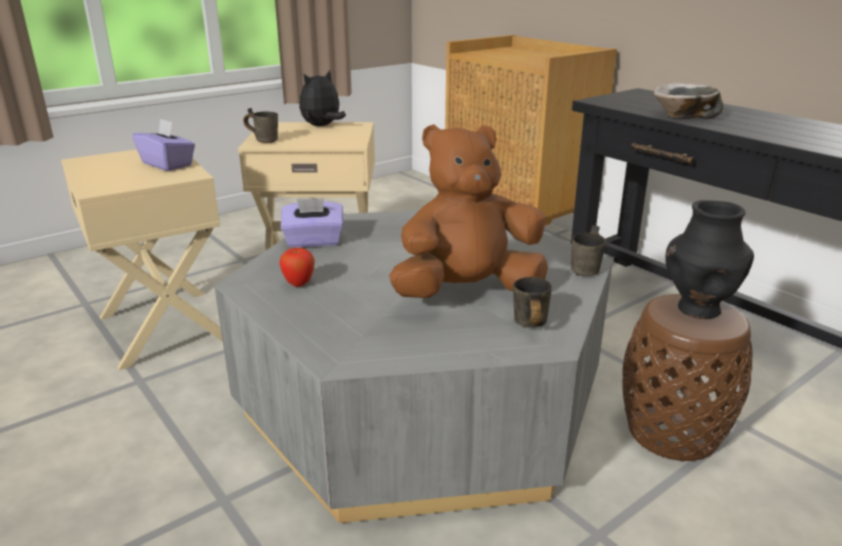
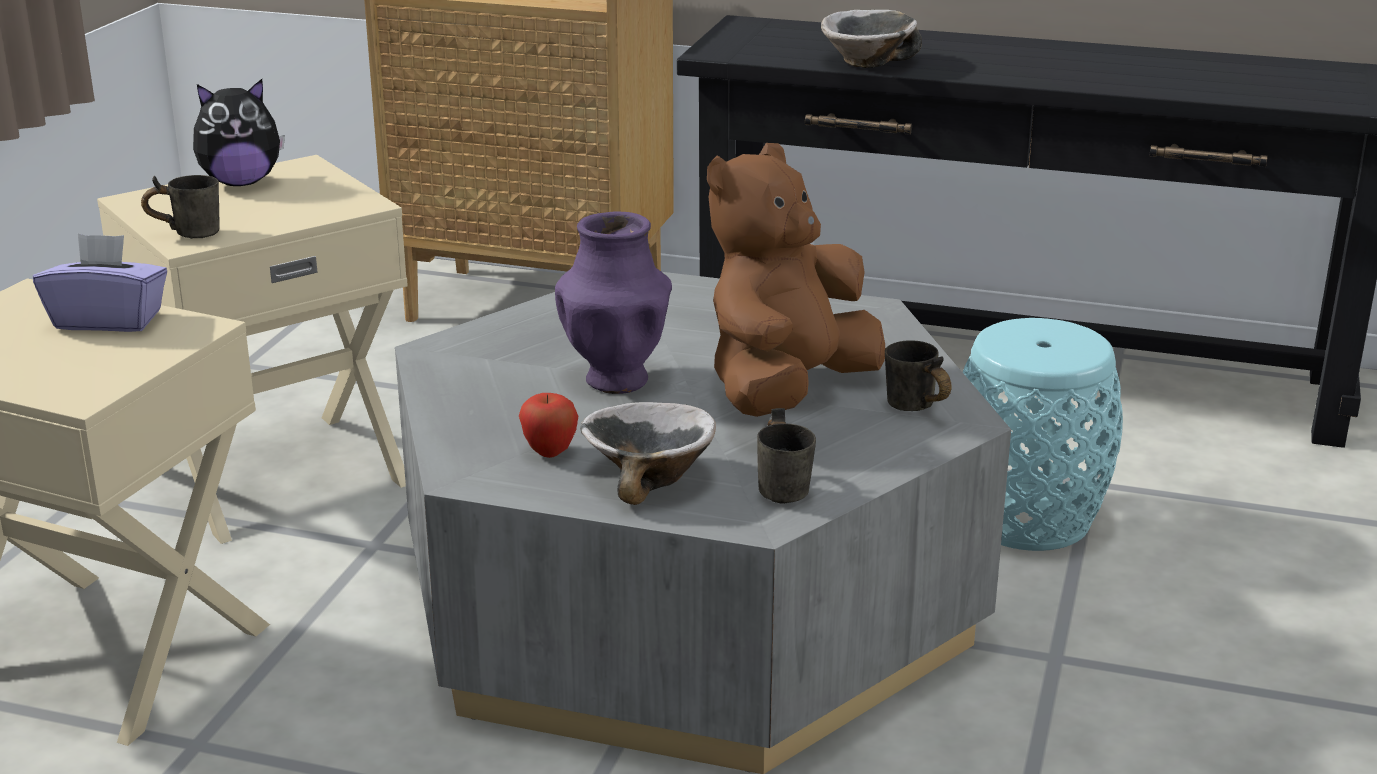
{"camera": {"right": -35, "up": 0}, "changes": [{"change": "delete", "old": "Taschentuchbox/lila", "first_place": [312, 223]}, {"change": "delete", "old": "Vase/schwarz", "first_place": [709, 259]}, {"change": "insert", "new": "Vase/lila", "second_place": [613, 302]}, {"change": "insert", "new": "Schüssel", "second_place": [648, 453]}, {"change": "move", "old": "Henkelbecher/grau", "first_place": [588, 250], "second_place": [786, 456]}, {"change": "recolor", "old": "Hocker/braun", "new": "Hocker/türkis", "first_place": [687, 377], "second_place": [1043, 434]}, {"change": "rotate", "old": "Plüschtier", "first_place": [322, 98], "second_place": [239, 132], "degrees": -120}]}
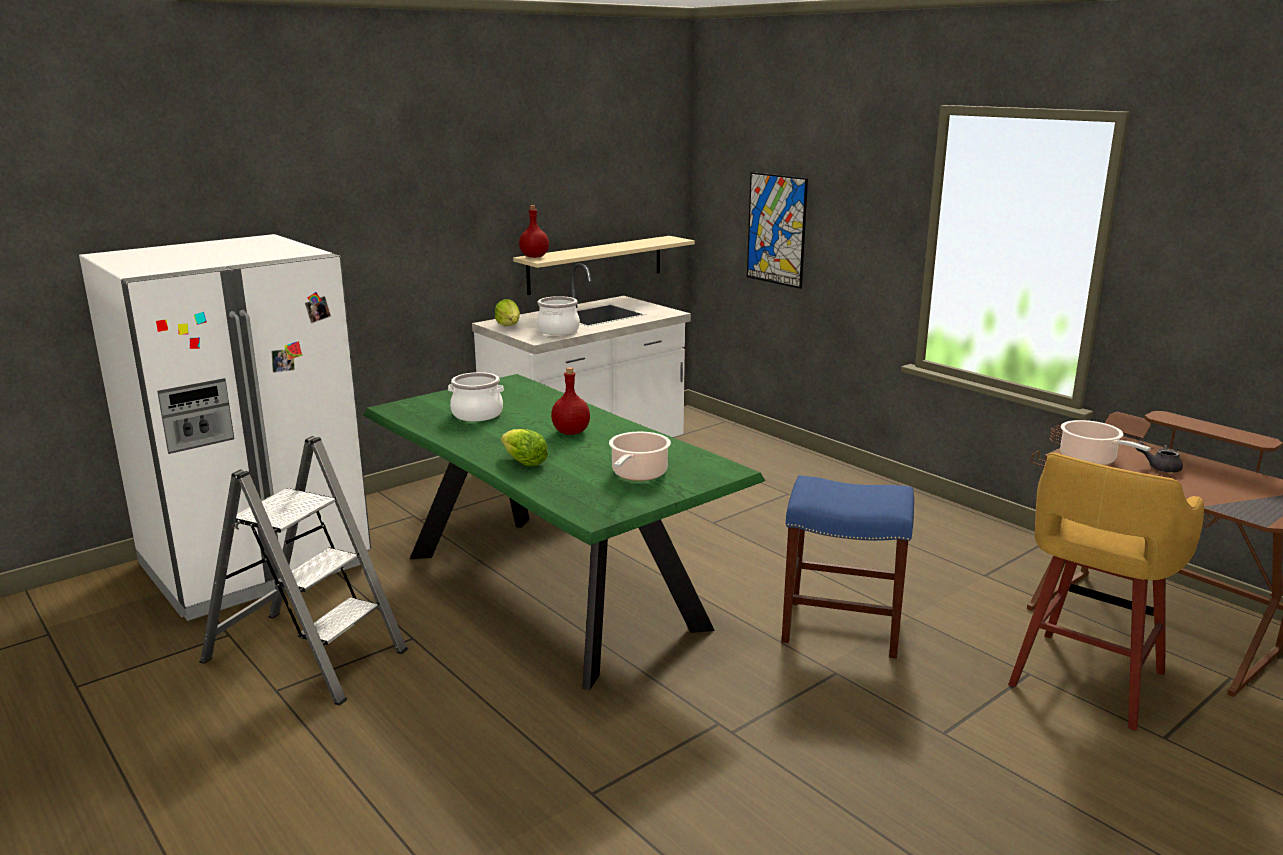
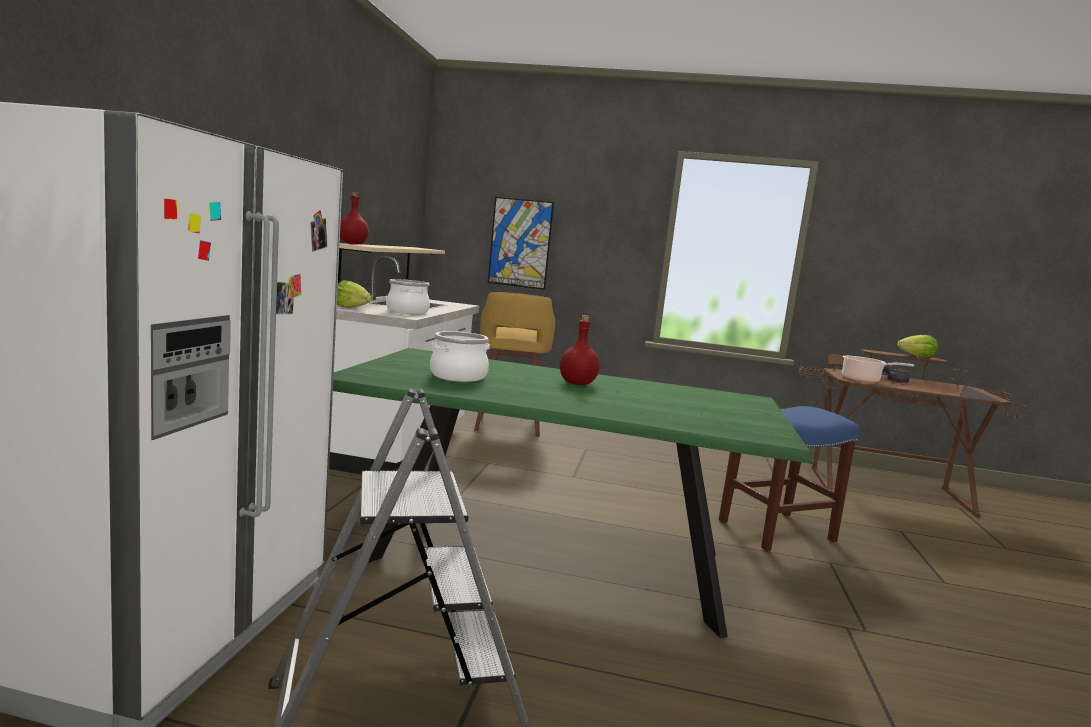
{"camera": {"right": -40, "up": -10}, "changes": [{"change": "delete", "old": "Kochtopf", "first_place": [640, 456]}, {"change": "move", "old": "Salatkopf", "first_place": [524, 448], "second_place": [917, 346]}, {"change": "move", "old": "Hocker/gelb", "first_place": [1106, 592], "second_place": [514, 364]}]}
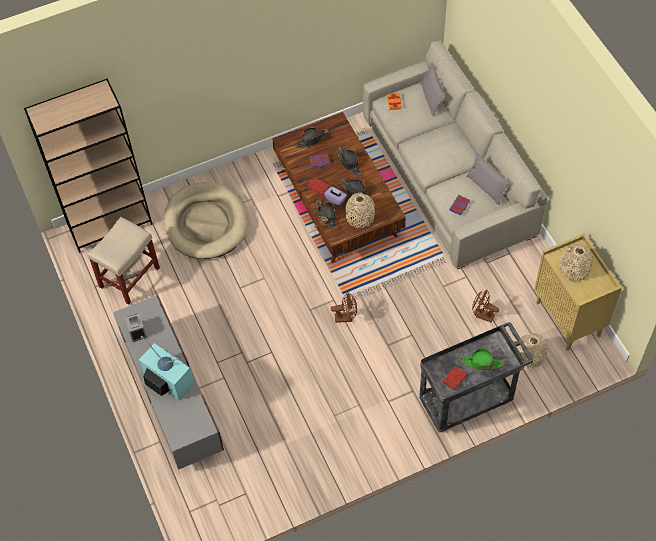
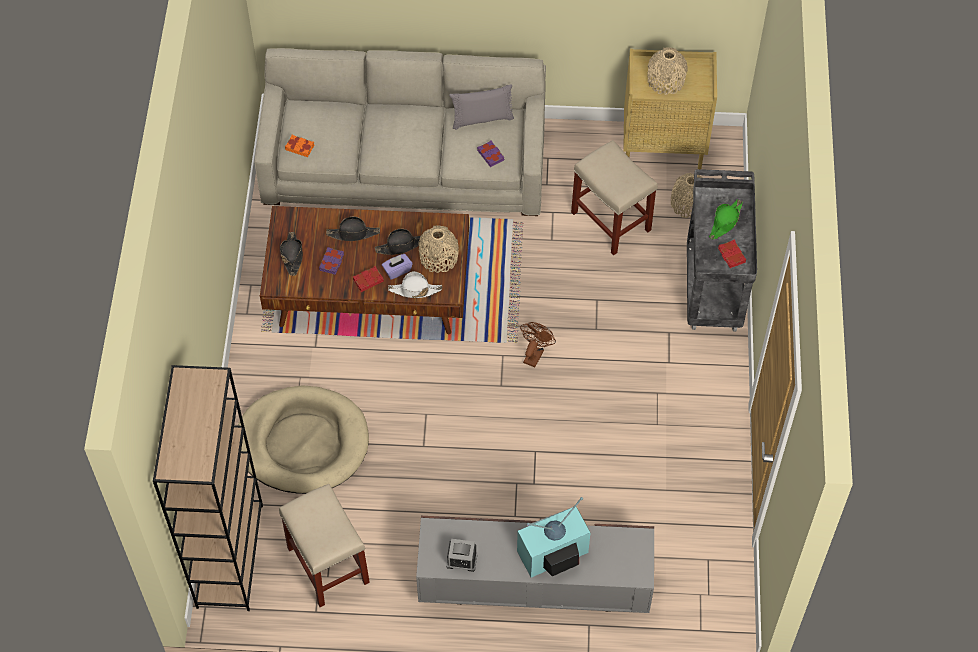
{"camera": {"right": -65, "up": 0}, "changes": [{"change": "delete", "old": "Kissen/grau", "first_place": [432, 90]}, {"change": "replace", "old": "Ventilator/braun", "new": "Hocker/beige", "first_place": [485, 306], "second_place": [614, 197]}, {"change": "recolor", "old": "Hut/schwarz", "new": "Hut/weiß", "first_place": [327, 214], "second_place": [415, 284]}]}
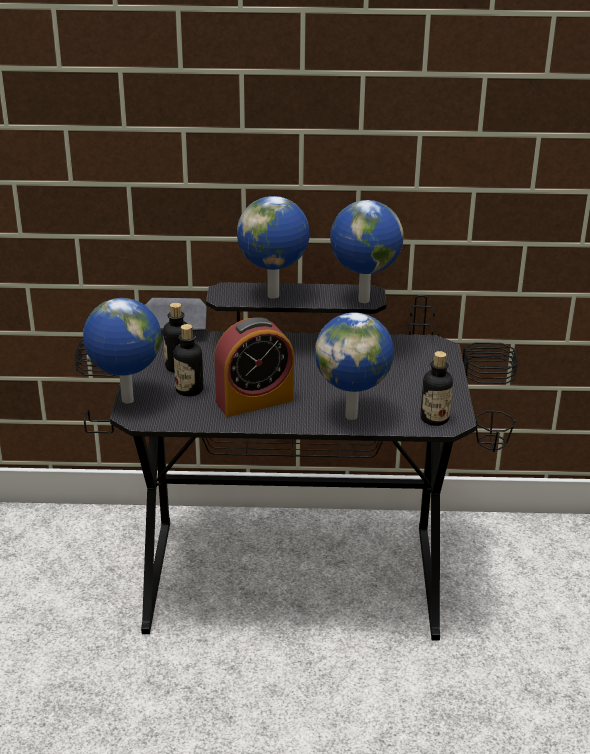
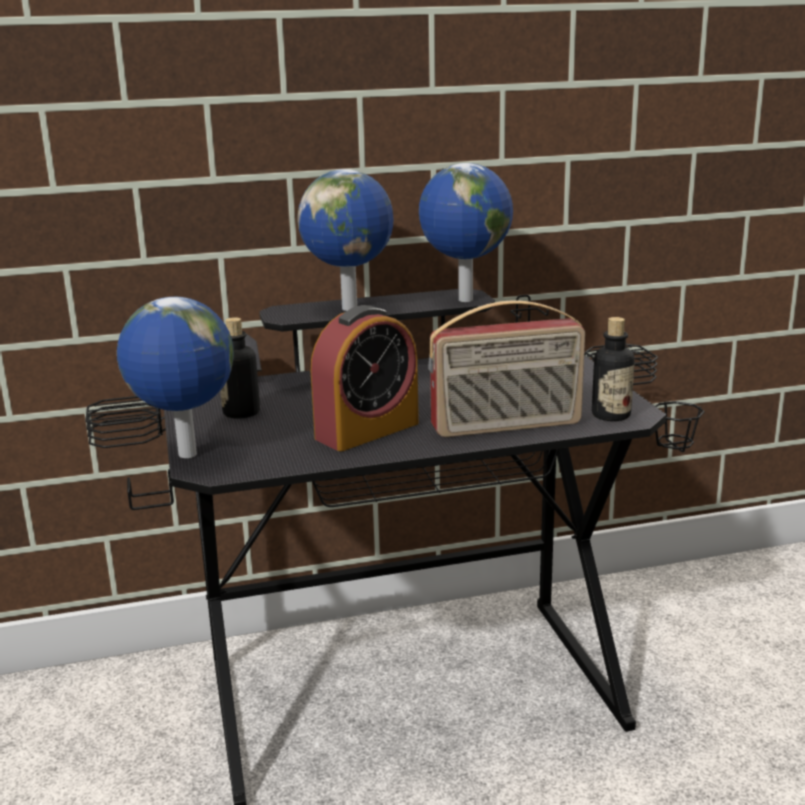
{"camera": {"right": -15, "up": -10}, "changes": [{"change": "delete", "old": "Flasche", "first_place": [188, 360]}, {"change": "replace", "old": "Globus", "new": "Radio", "first_place": [354, 366], "second_place": [506, 368]}]}
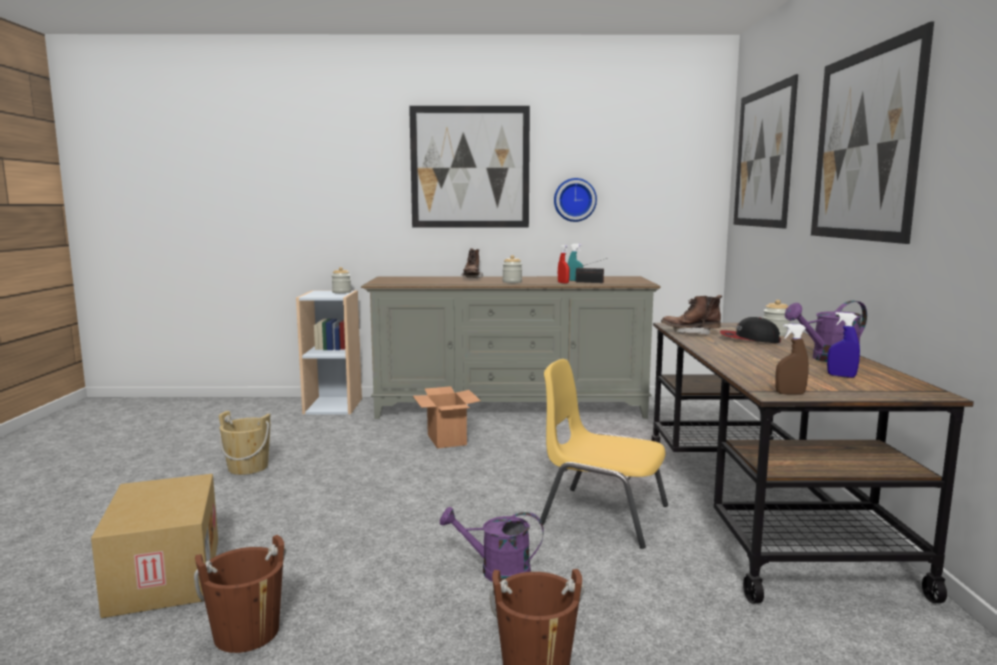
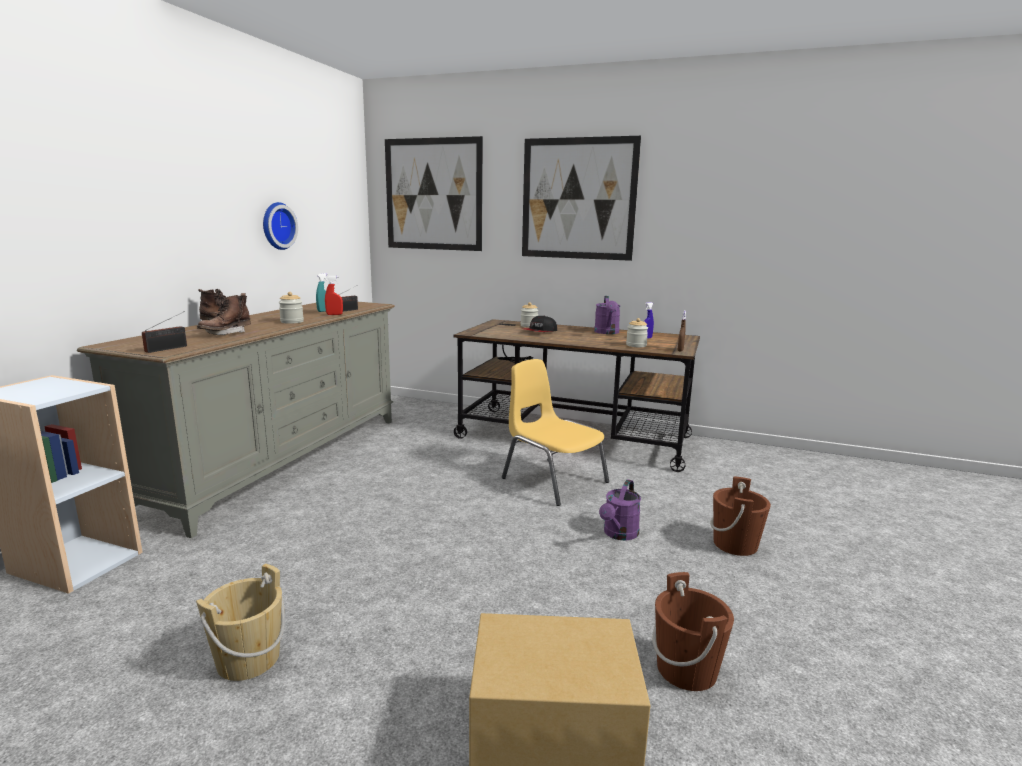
{"camera": {"right": -70, "up": 5}, "changes": [{"change": "delete", "old": "Bild", "first_place": [469, 167]}, {"change": "delete", "old": "Karton", "first_place": [447, 417]}, {"change": "insert", "new": "Radio", "second_place": [164, 332]}, {"change": "move", "old": "Vorratsglas", "first_place": [341, 280], "second_place": [637, 332]}, {"change": "move", "old": "Stiefel/braun", "first_place": [691, 315], "second_place": [224, 314]}, {"change": "rotate", "old": "Stuhl/gelb", "first_place": [603, 454], "second_place": [555, 432], "degrees": 90}]}
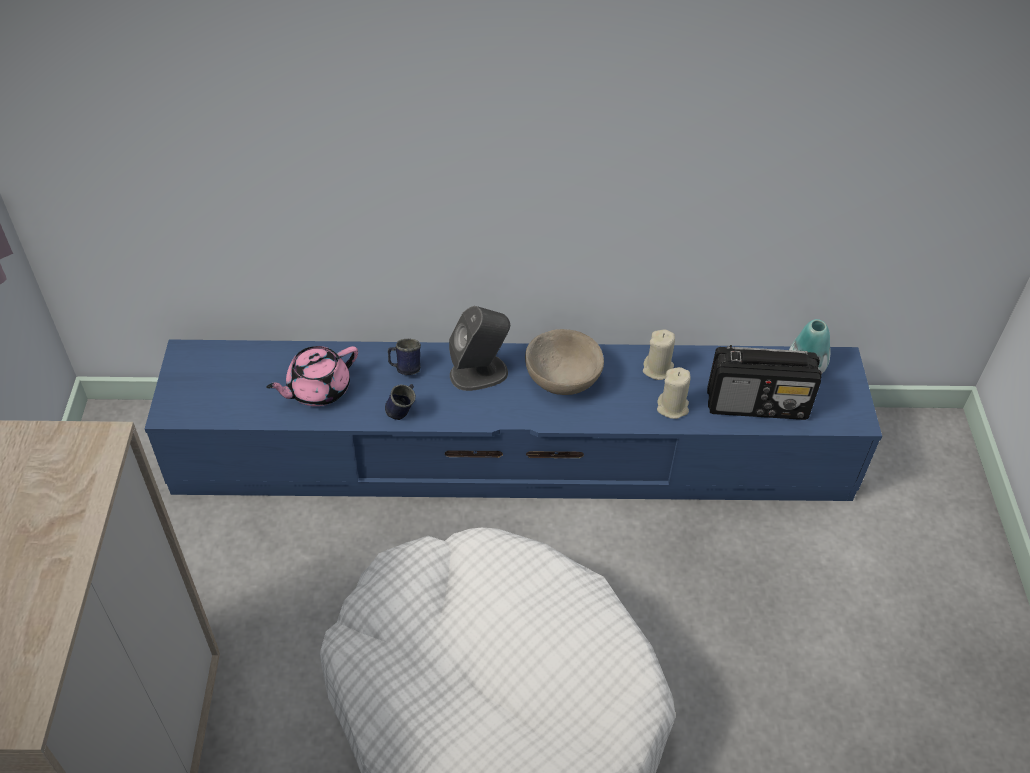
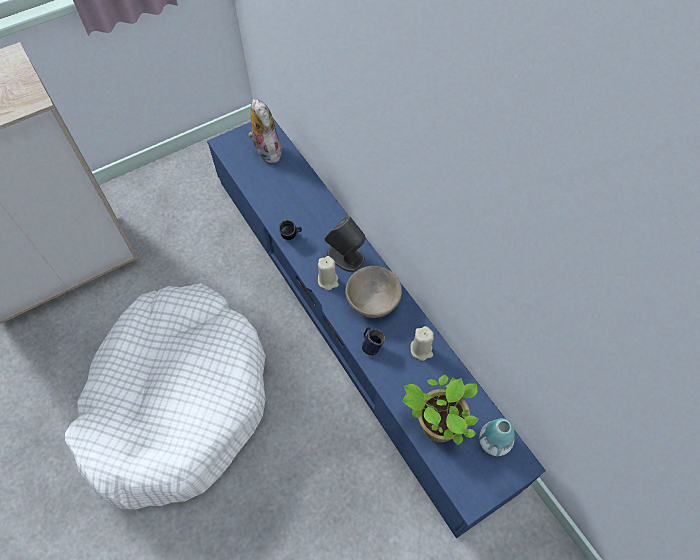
{"camera": {"right": 60, "up": 10}, "changes": [{"change": "delete", "old": "Teekanne/rosa", "first_place": [312, 376]}, {"change": "insert", "new": "Plüschtier", "second_place": [265, 131]}, {"change": "move", "old": "Henkelbecher/blau", "first_place": [404, 357], "second_place": [373, 341]}, {"change": "move", "old": "Kerze/beige", "first_place": [674, 393], "second_place": [328, 273]}, {"change": "replace", "old": "Radio", "new": "Topfpflanze", "first_place": [764, 382], "second_place": [440, 410]}]}
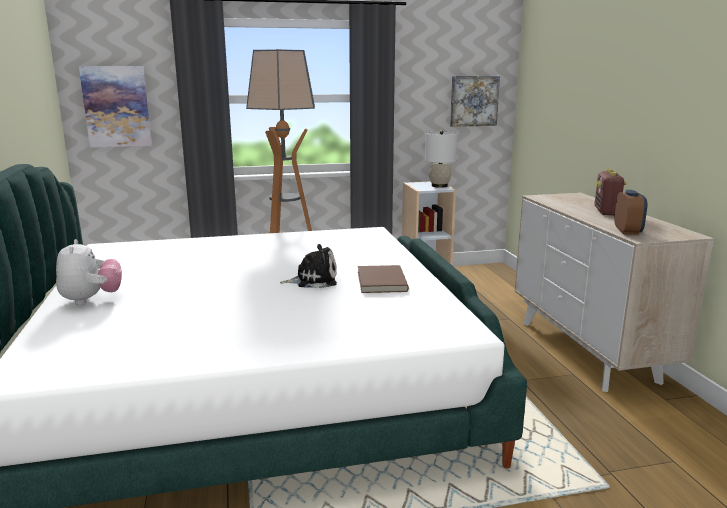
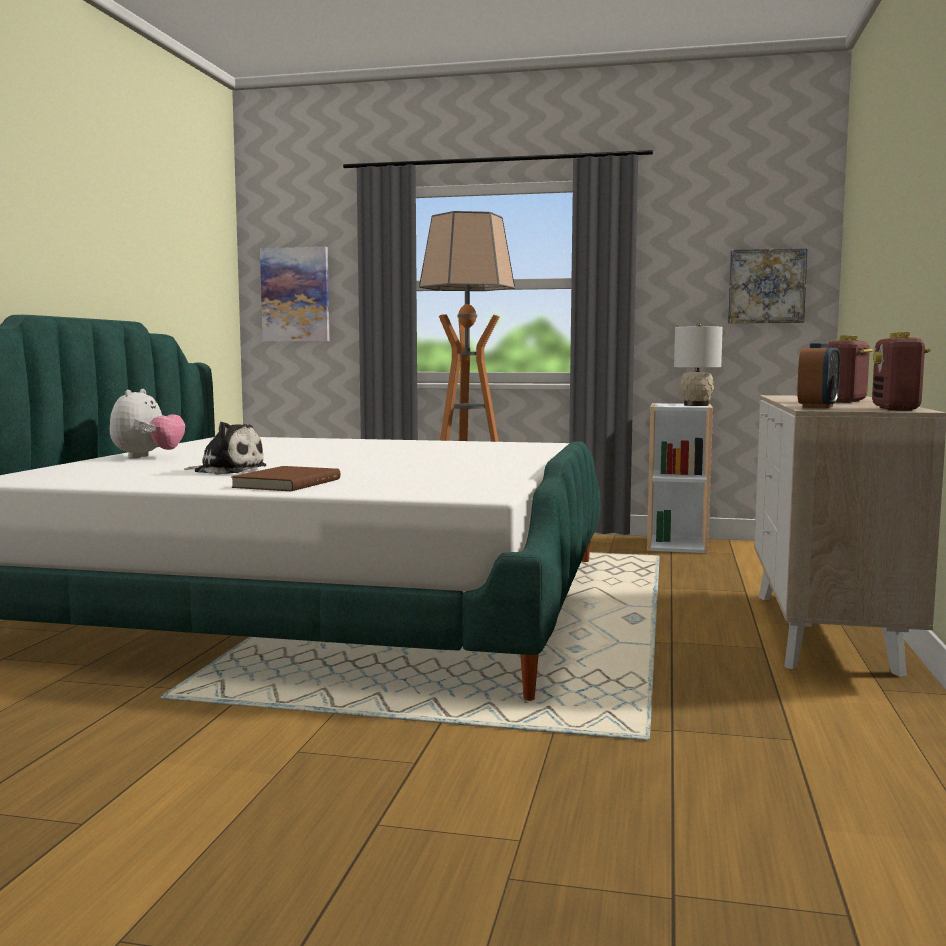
{"camera": {"right": 25, "up": -10}, "changes": [{"change": "insert", "new": "Radio", "second_place": [901, 371]}, {"change": "move", "old": "Plüschtier", "first_place": [308, 266], "second_place": [225, 448]}, {"change": "move", "old": "Buch/braun", "first_place": [383, 279], "second_place": [286, 478]}]}
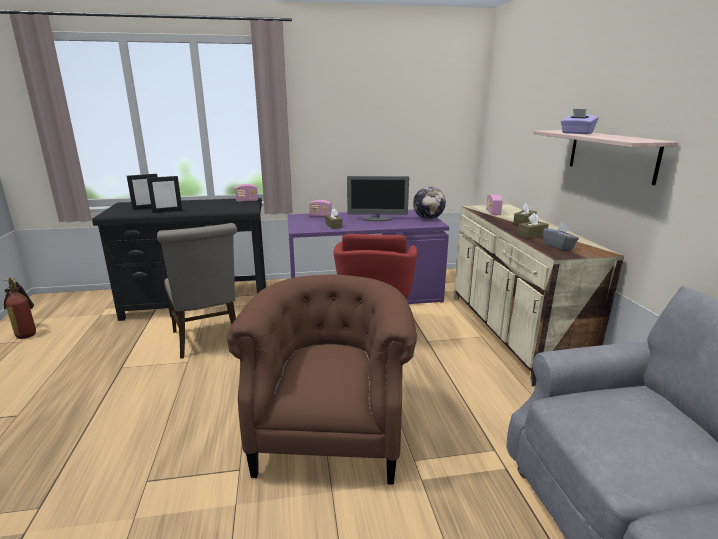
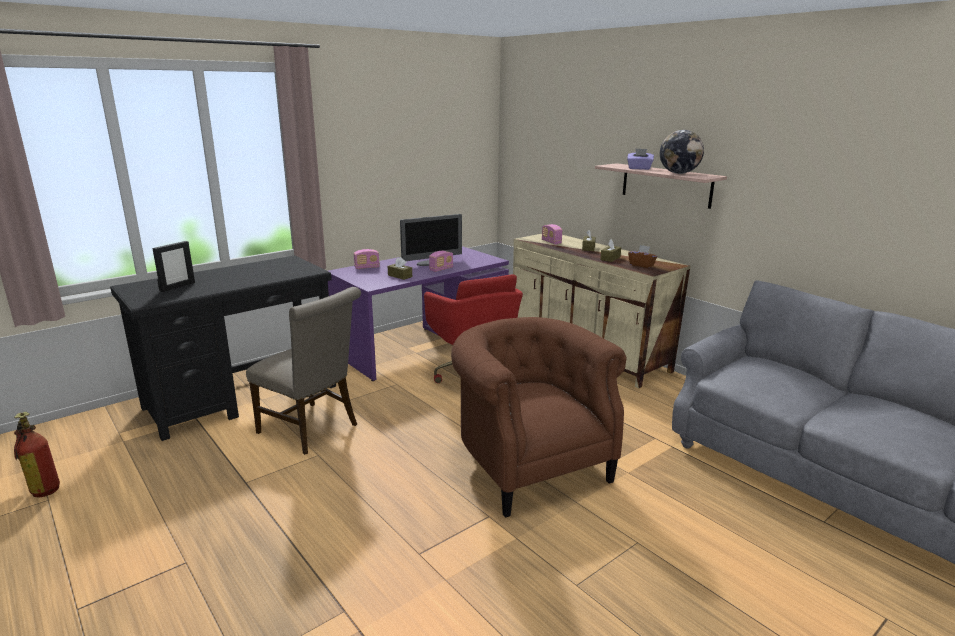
{"camera": {"right": -30, "up": 0}, "changes": [{"change": "delete", "old": "Bilderrahmen", "first_place": [164, 194]}, {"change": "move", "old": "Radio", "first_place": [246, 193], "second_place": [441, 261]}, {"change": "move", "old": "Globus", "first_place": [429, 203], "second_place": [682, 152]}, {"change": "recolor", "old": "Taschentuchbox/grau", "new": "Taschentuchbox/braun", "first_place": [561, 236], "second_place": [642, 256]}]}
